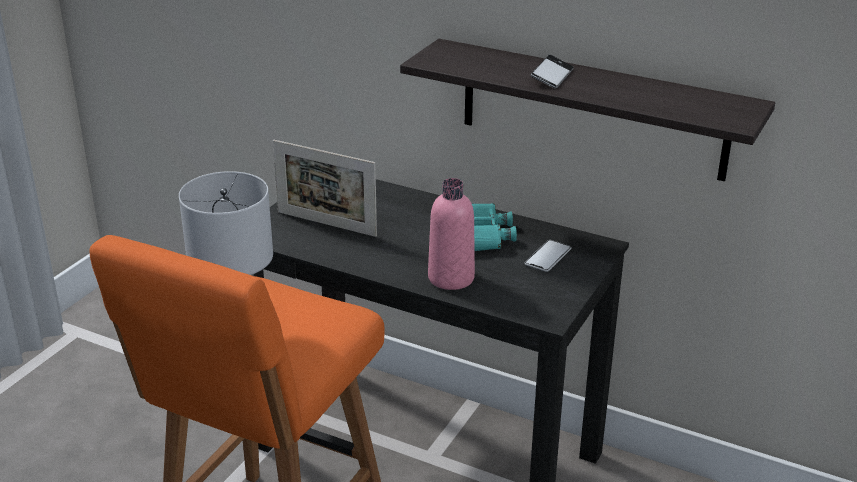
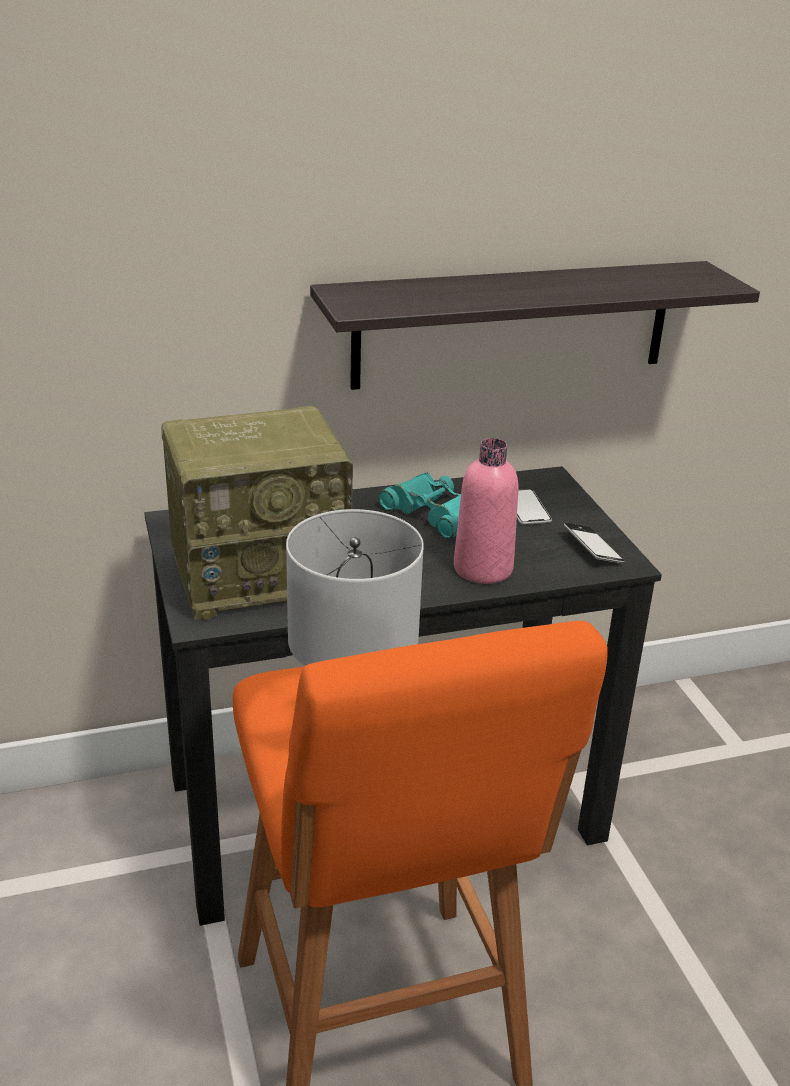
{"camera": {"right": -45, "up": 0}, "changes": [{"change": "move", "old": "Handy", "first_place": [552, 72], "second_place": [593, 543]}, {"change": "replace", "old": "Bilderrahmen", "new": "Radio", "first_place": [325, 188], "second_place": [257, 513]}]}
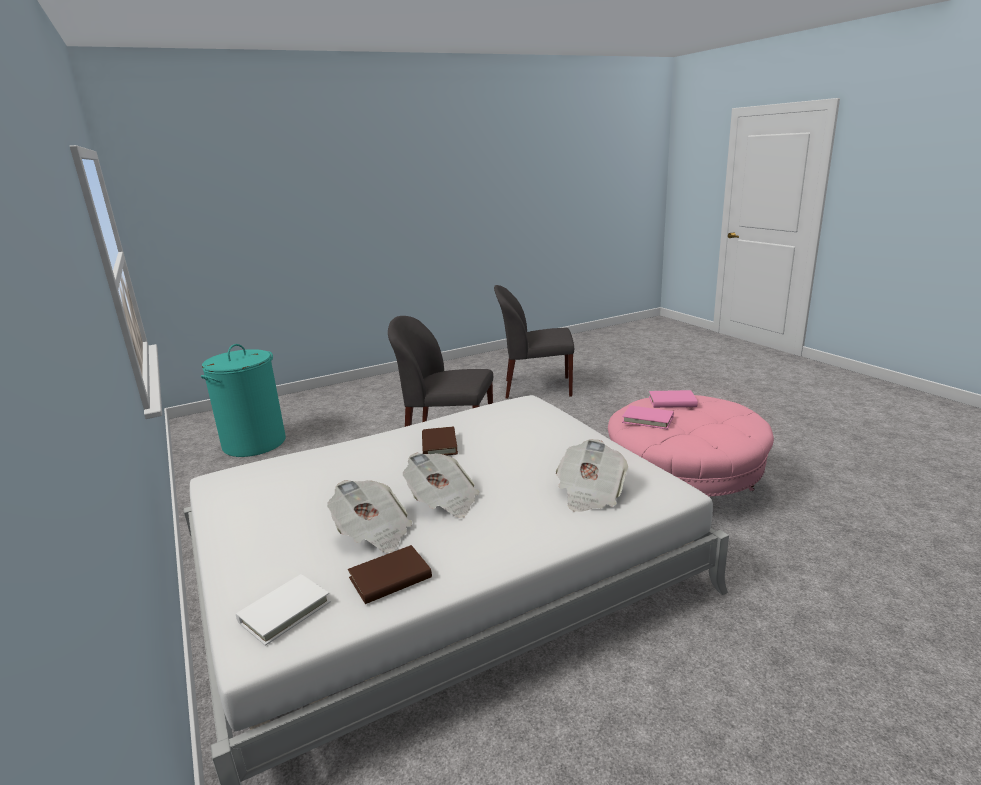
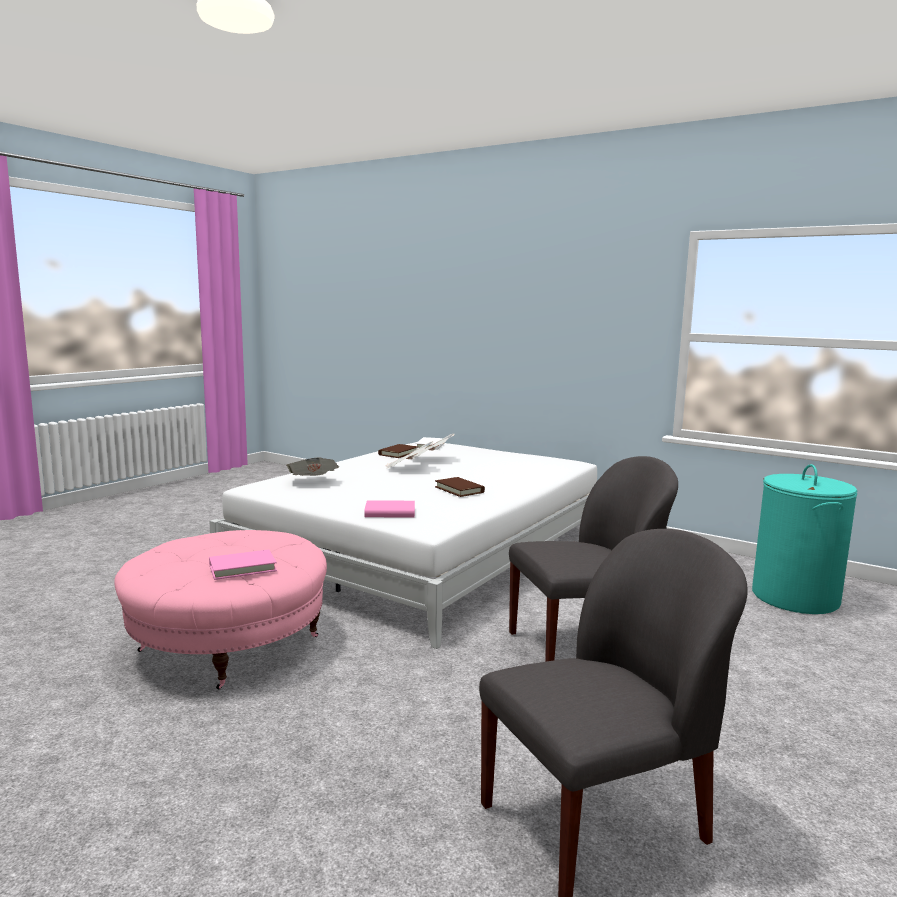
{"camera": {"right": 150, "up": -10}, "changes": [{"change": "move", "old": "Buch/rosa", "first_place": [648, 417], "second_place": [389, 509]}]}
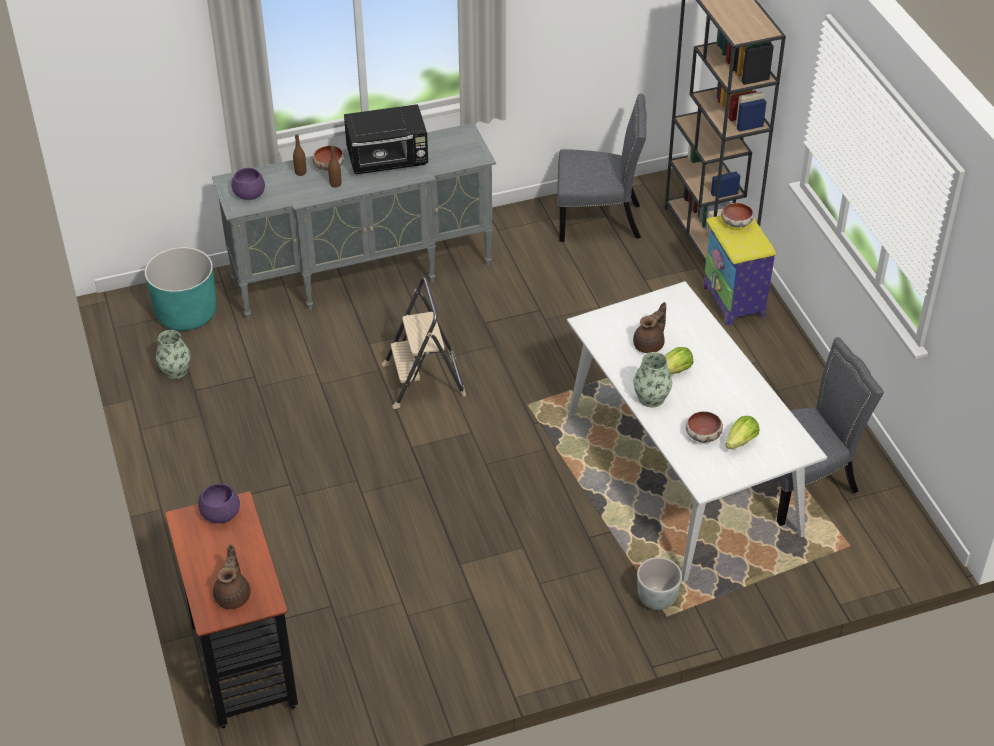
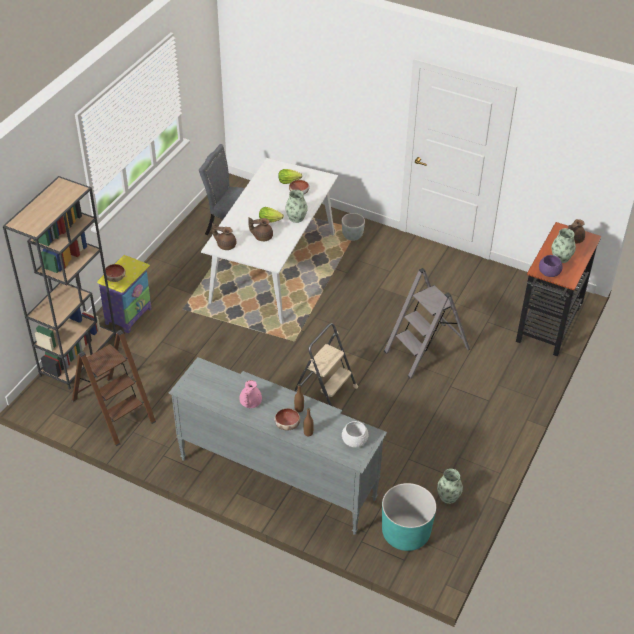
{"camera": {"right": -135, "up": 0}, "changes": [{"change": "insert", "new": "Teekanne/braun", "second_place": [224, 236]}, {"change": "insert", "new": "Trittleiter/grau", "second_place": [427, 323]}, {"change": "insert", "new": "Vase", "second_place": [563, 245]}, {"change": "replace", "old": "Mikrowelle/schwarz", "new": "Teekanne/rosa", "first_place": [386, 139], "second_place": [250, 394]}, {"change": "replace", "old": "Stuhl/grau", "new": "Trittleiter/braun", "first_place": [602, 168], "second_place": [114, 388]}, {"change": "recolor", "old": "Schüssel/lila", "new": "Schüssel/weiß", "first_place": [248, 184], "second_place": [355, 434]}]}
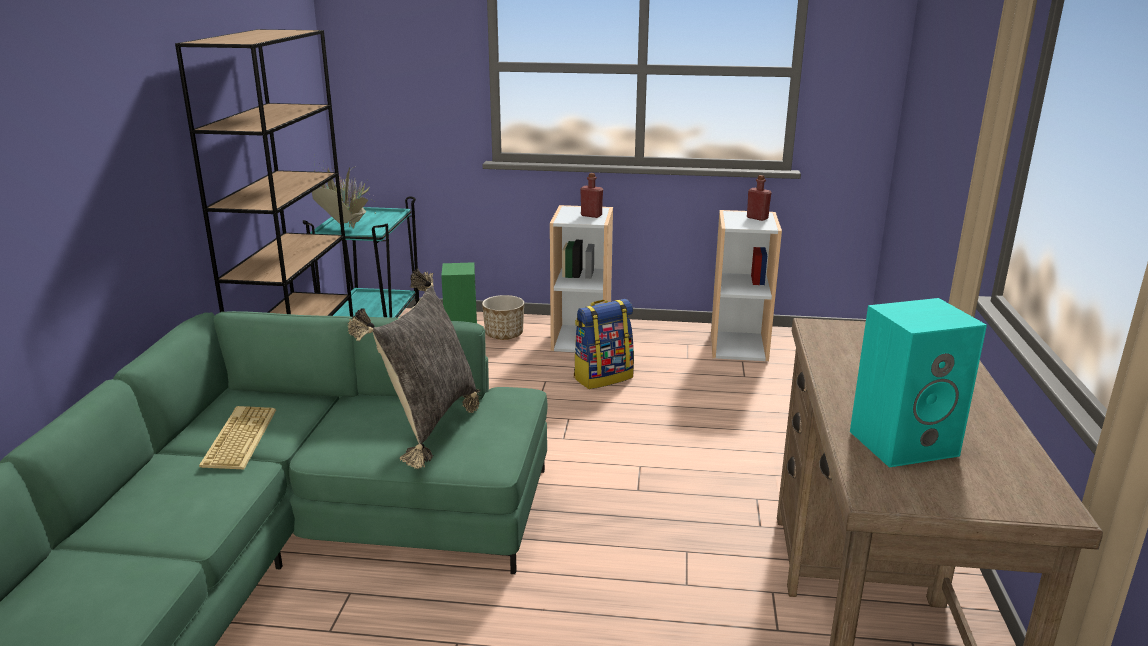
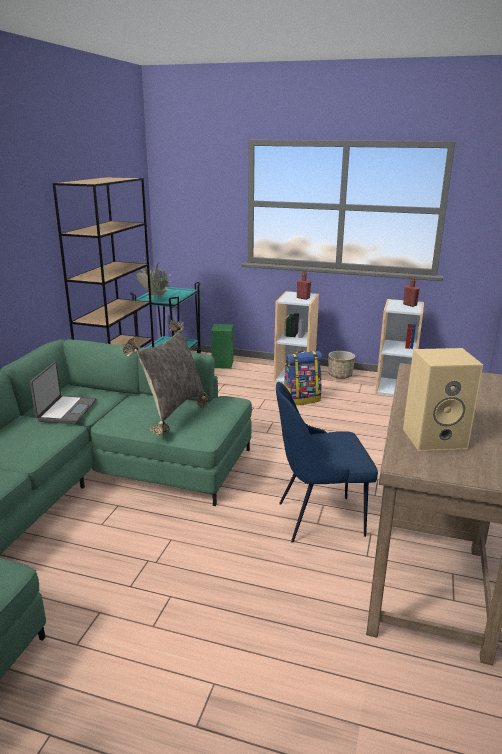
{"camera": {"right": 10, "up": 0}, "changes": [{"change": "insert", "new": "Stuhl/blau", "second_place": [327, 462]}, {"change": "move", "old": "Pflanzkübel", "first_place": [503, 317], "second_place": [341, 365]}, {"change": "replace", "old": "Tastatur", "new": "Laptop", "first_place": [237, 437], "second_place": [63, 392]}, {"change": "recolor", "old": "Lautsprecher/türkis", "new": "Lautsprecher/beige", "first_place": [918, 383], "second_place": [443, 399]}]}
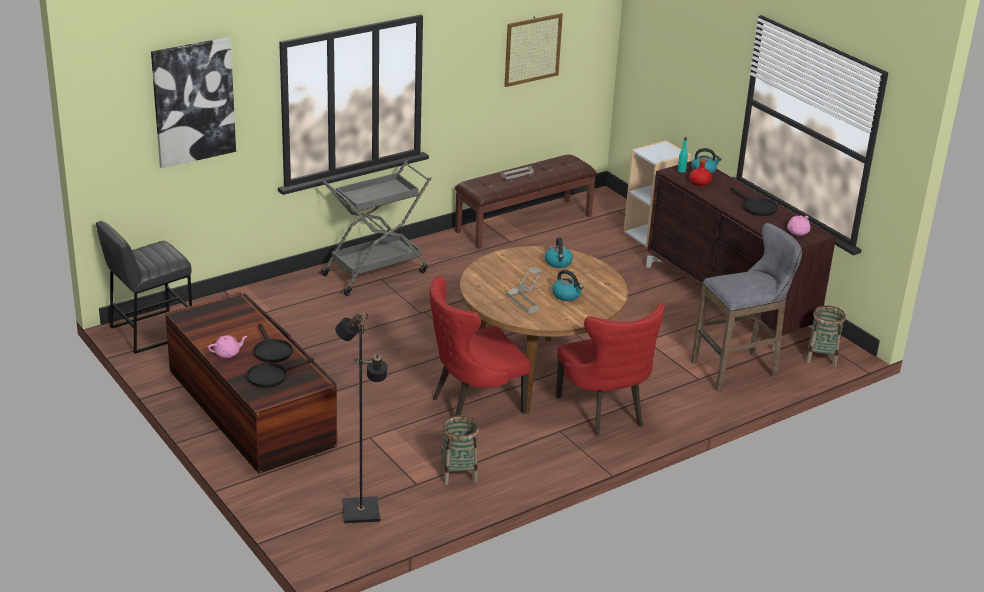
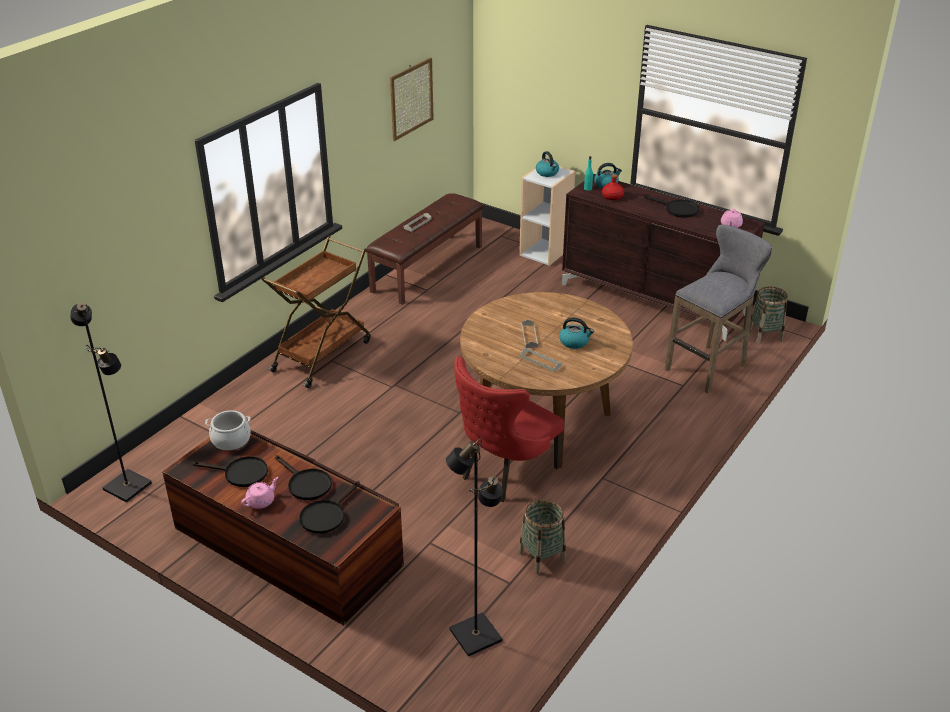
{"camera": {"right": -20, "up": 5}, "changes": [{"change": "delete", "old": "Bild", "first_place": [193, 102]}, {"change": "delete", "old": "Stuhl/rot", "first_place": [610, 369]}, {"change": "insert", "new": "Pfanne/schwarz", "second_place": [230, 471]}, {"change": "insert", "new": "Kochtopf", "second_place": [228, 430]}, {"change": "move", "old": "Wasserkessel", "first_place": [559, 253], "second_place": [547, 164]}, {"change": "replace", "old": "Hocker/grau", "new": "Stehlampe/schwarz", "first_place": [144, 287], "second_place": [111, 402]}, {"change": "recolor", "old": "Rollwagen/grau", "new": "Rollwagen/braun", "first_place": [375, 228], "second_place": [316, 312]}]}
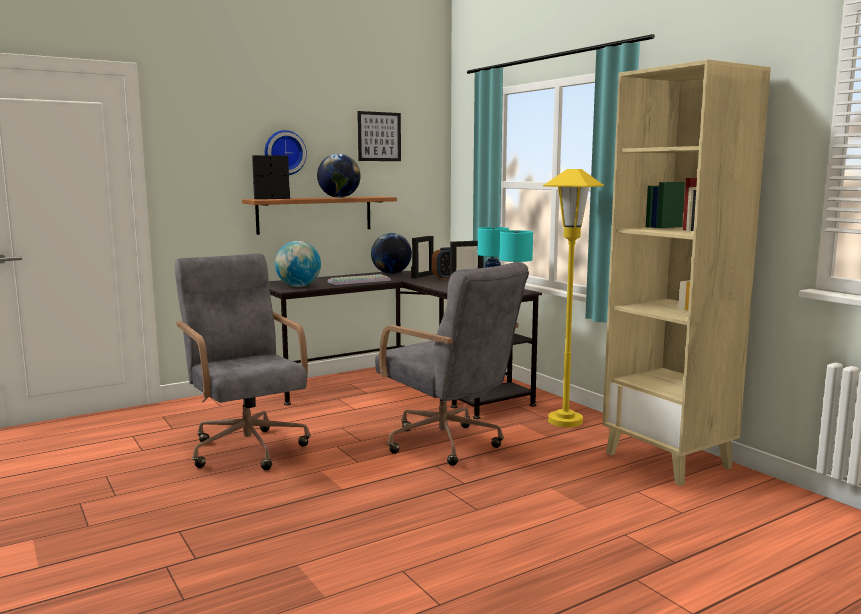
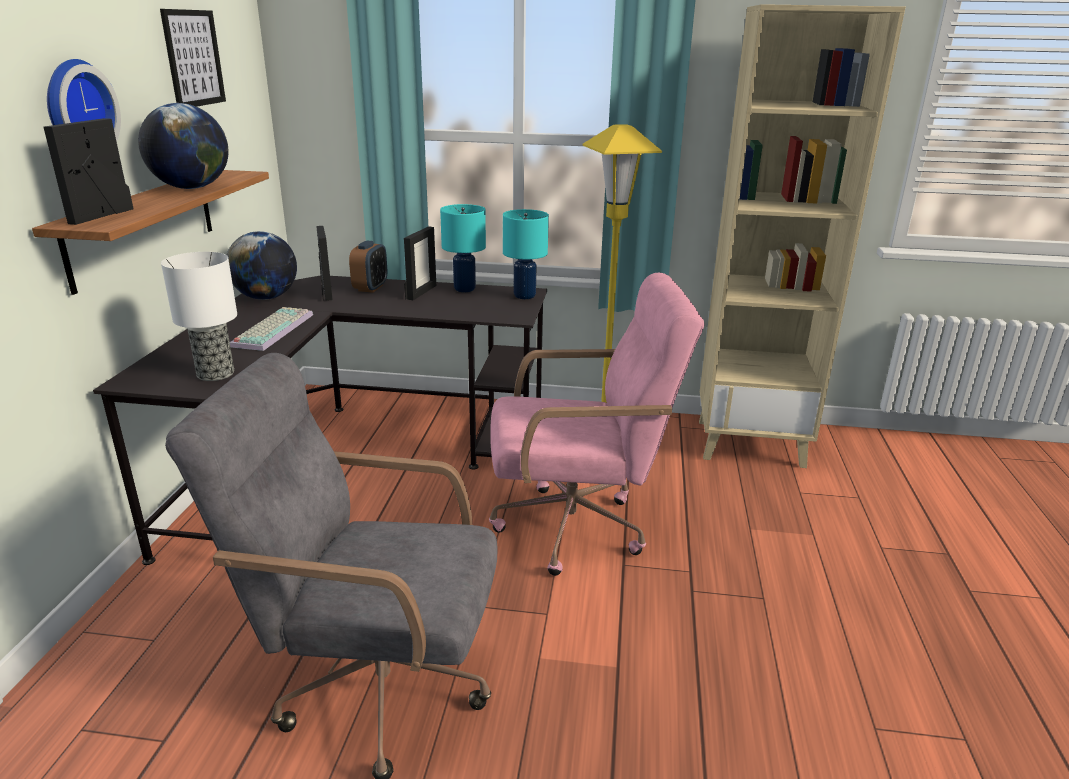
{"camera": {"right": -50, "up": 15}, "changes": [{"change": "replace", "old": "Globus", "new": "Tischlampe", "first_place": [298, 264], "second_place": [199, 316]}, {"change": "recolor", "old": "Bürostuhl/grau", "new": "Bürostuhl/rosa", "first_place": [452, 364], "second_place": [597, 424]}]}
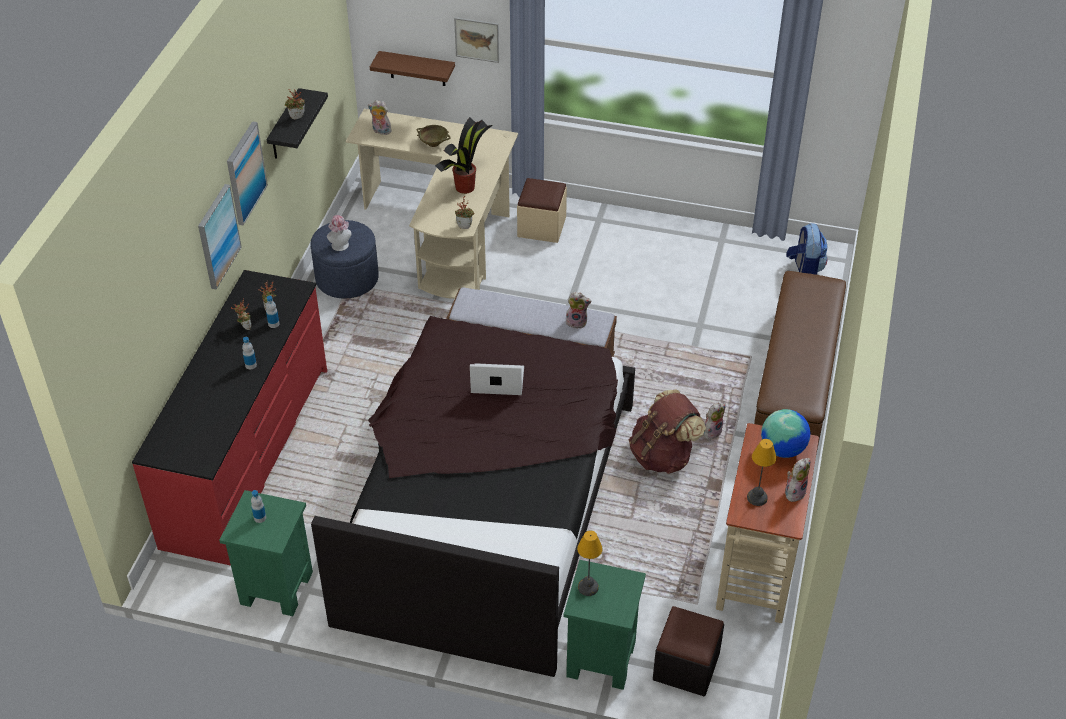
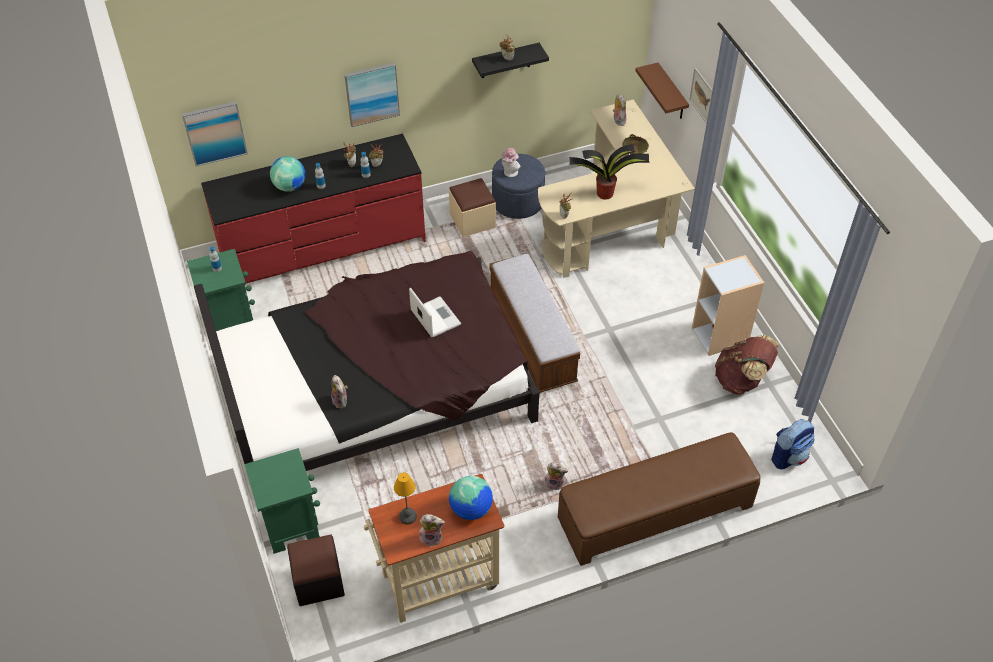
{"camera": {"right": 55, "up": 5}, "changes": [{"change": "delete", "old": "Tischlampe", "first_place": [590, 563]}, {"change": "insert", "new": "Globus", "second_place": [287, 174]}, {"change": "insert", "new": "Bücherregal", "second_place": [728, 305]}, {"change": "move", "old": "Bild", "first_place": [247, 173], "second_place": [215, 134]}, {"change": "move", "old": "Polsterhocker/beige", "first_place": [542, 210], "second_place": [472, 207]}, {"change": "move", "old": "Plüschtier", "first_place": [579, 310], "second_place": [340, 391]}, {"change": "move", "old": "Rucksack/braun", "first_place": [667, 431], "second_place": [747, 365]}]}
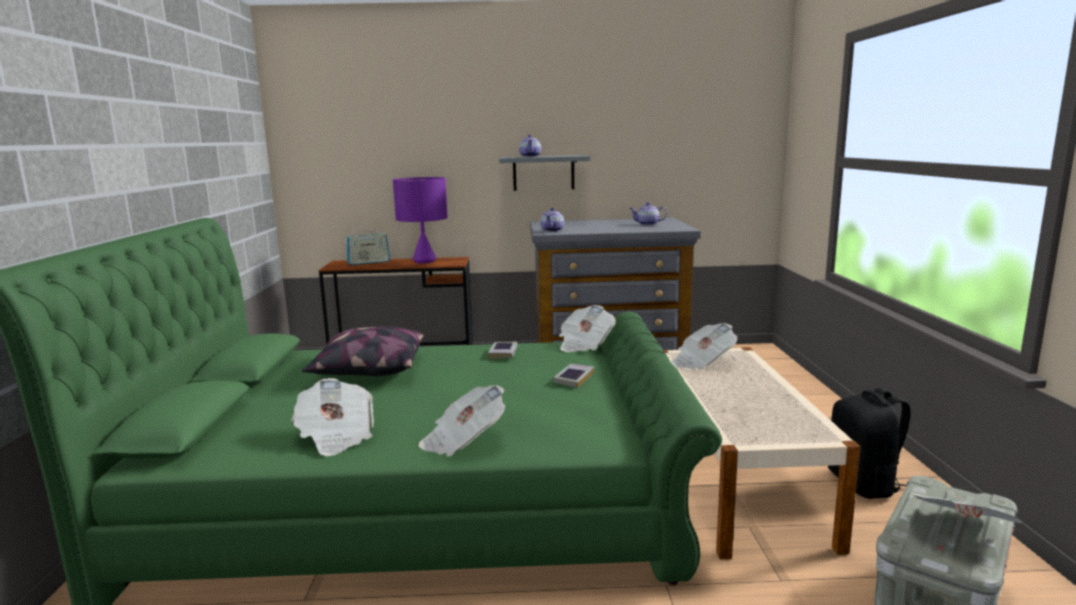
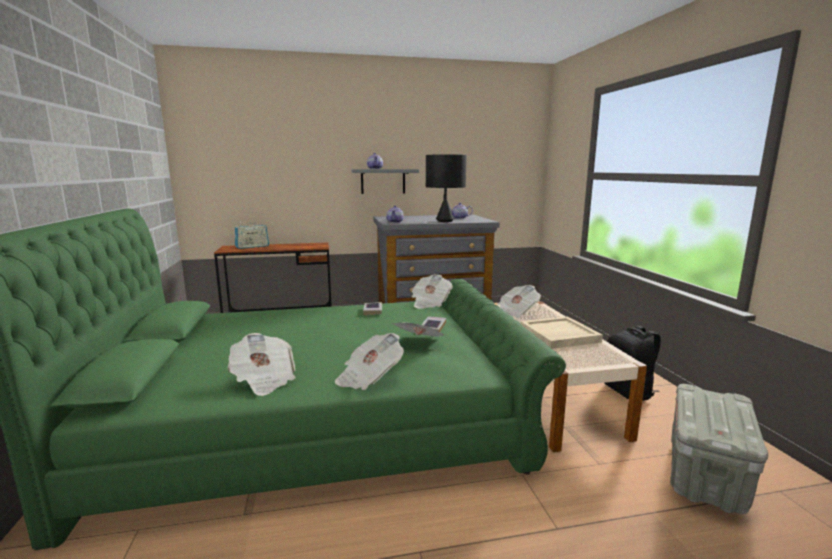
{"camera": {"right": -10, "up": 0}, "changes": [{"change": "delete", "old": "Kissen", "first_place": [363, 351]}, {"change": "delete", "old": "Tischlampe/lila", "first_place": [420, 220]}, {"change": "insert", "new": "Tischlampe/schwarz", "second_place": [446, 188]}, {"change": "insert", "new": "Tablett/beige", "second_place": [561, 332]}, {"change": "move", "old": "Zeitung", "first_place": [968, 508], "second_place": [417, 330]}]}
